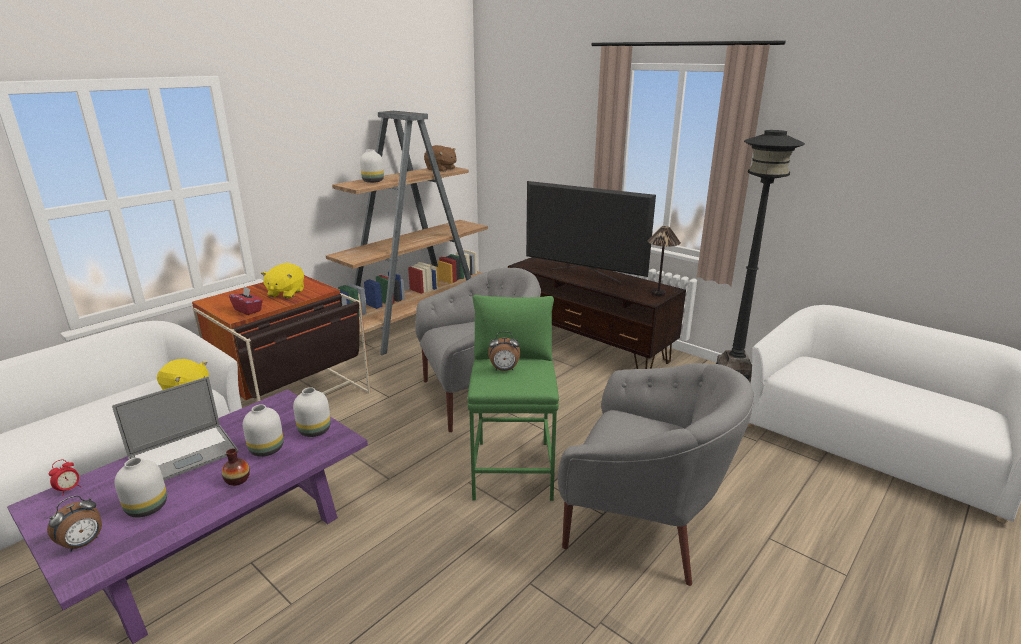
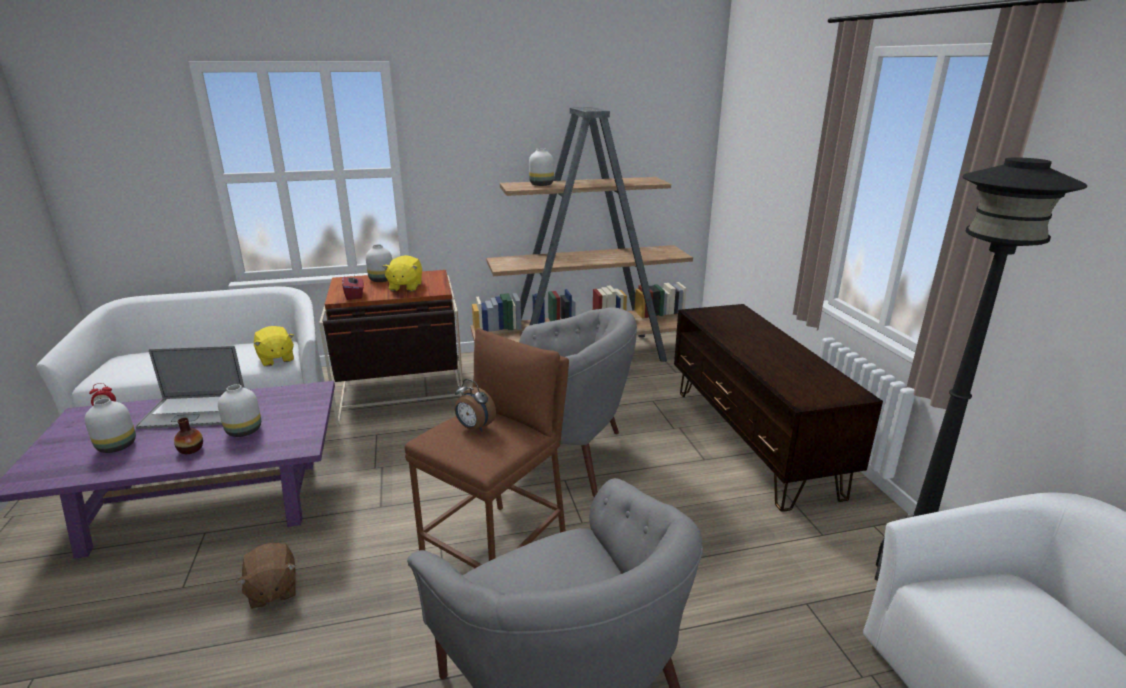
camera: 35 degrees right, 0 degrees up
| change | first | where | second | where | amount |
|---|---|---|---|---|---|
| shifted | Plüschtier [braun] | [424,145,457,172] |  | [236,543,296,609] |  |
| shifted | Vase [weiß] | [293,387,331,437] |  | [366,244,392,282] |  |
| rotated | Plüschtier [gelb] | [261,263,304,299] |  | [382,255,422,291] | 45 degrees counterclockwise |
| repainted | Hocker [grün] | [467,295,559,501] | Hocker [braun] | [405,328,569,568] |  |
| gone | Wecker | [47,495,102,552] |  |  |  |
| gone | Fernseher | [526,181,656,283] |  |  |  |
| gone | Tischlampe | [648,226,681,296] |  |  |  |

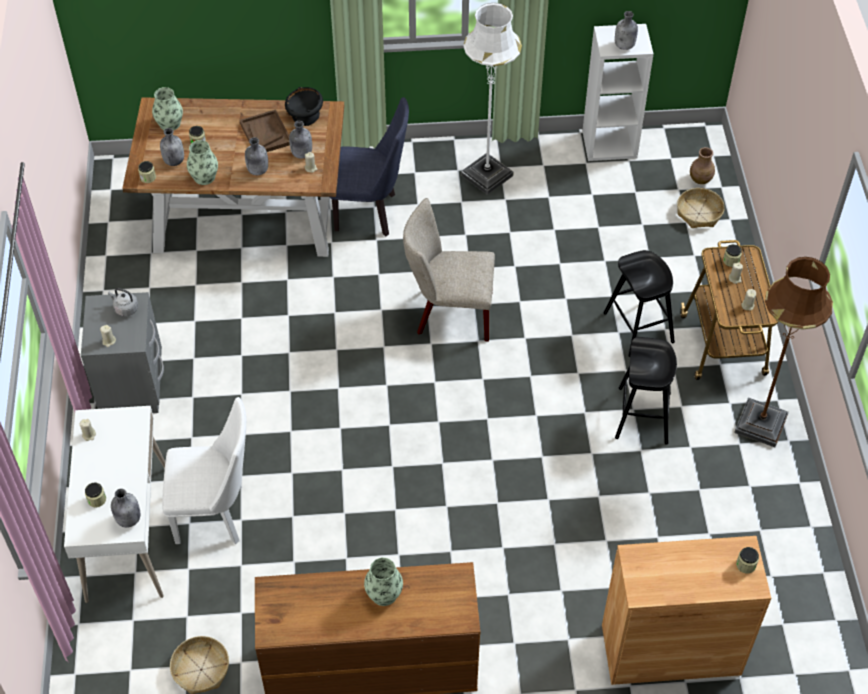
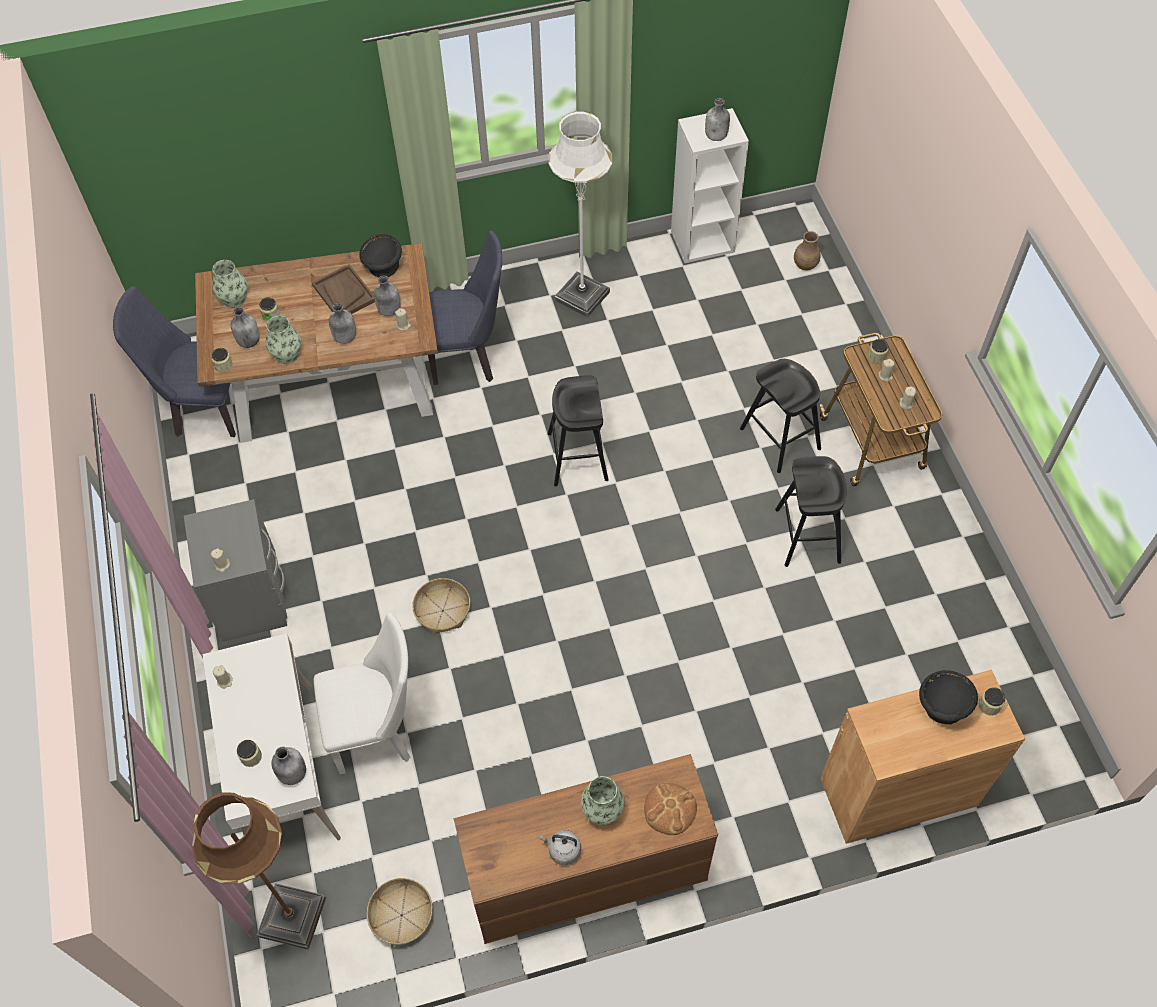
camera: 10 degrees left, 5 degrees up
| change | first | where | second | where | amount |
|---|---|---|---|---|---|
| new |  |  | Stuhl [blau] | [113,286,236,437] |  |
| shifted | Stehlampe [braun] | [734,257,833,447] |  | [192,792,326,950] |  |
| shifted | Korb | [677,188,725,228] |  | [412,578,470,634] |  |
| shifted | Wasserkessel [grau] | [108,288,138,317] |  | [540,830,581,865] |  |
| swapped | Stuhl [beige] | [403,198,495,342] | Hocker [schwarz] | [548,375,609,486] |  |
| new |  |  | Brot | [644,783,697,835] |  |
| new |  |  | Schüssel [schwarz] | [919,670,978,724] |  |

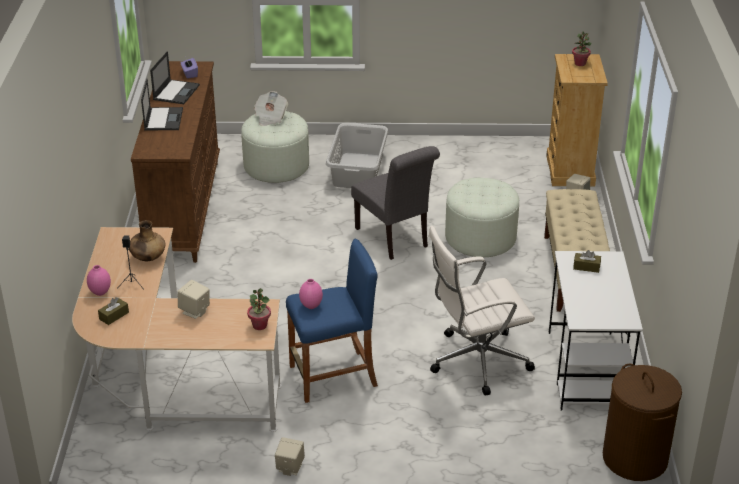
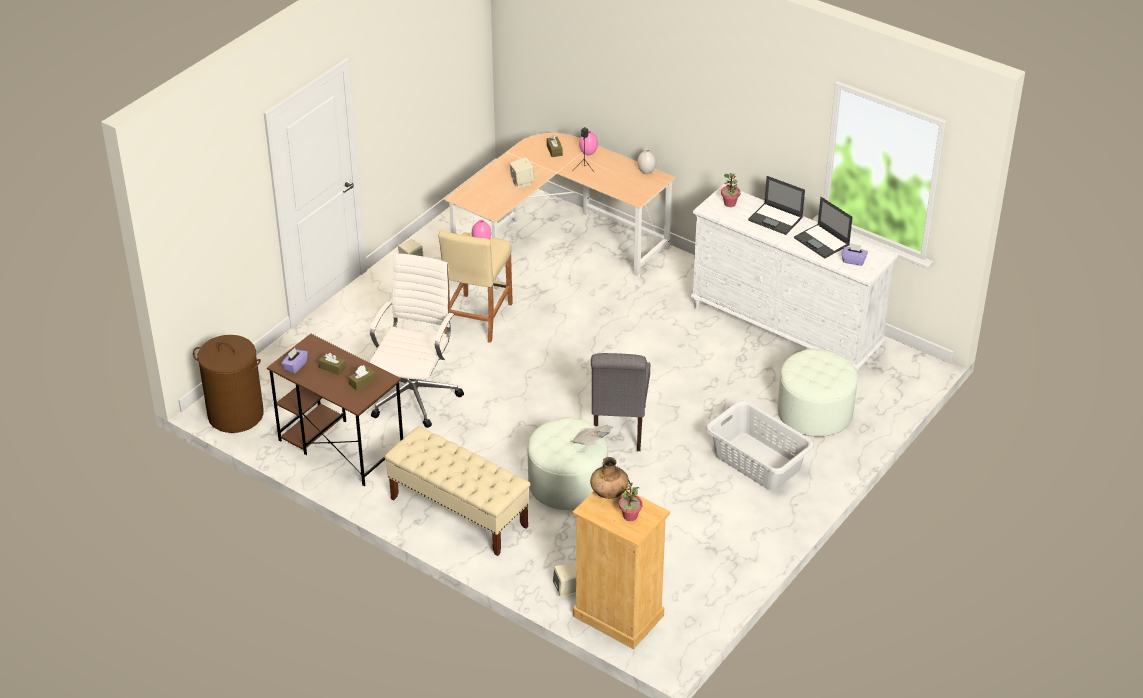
camera: 125 degrees right, 5 degrees up
| change | first | where | second | where | amount |
|---|---|---|---|---|---|
| repainted | Schreibtisch [weiß] | [549,251,643,410] | Schreibtisch [braun] | [267,334,403,486] |  |
| new |  |  | Taschentuchbox [lila] | [281,348,308,374] |  |
| new |  |  | Taschentuchbox [braun] | [318,353,346,375] |  |
| repainted | Hocker [blau] | [286,239,378,403] | Hocker [beige] | [439,230,513,343] |  |
| shifted | Zeitung | [254,91,288,126] |  | [571,425,613,445] |  |
| shifted | Vase [braun] | [129,220,165,261] |  | [590,457,629,499] |  |
| rotated | Stuhl [grau] | [351,146,440,260] |  | [591,353,650,451] | 90 degrees counterclockwise |
| new |  |  | Vase [weiß] | [637,149,657,174] |  |
| repainted | Kommode [braun] | [131,61,220,263] | Kommode [weiß] | [690,184,898,371] |  |
| shifted | Topfpflanze | [247,288,271,330] |  | [721,173,741,207] |  |

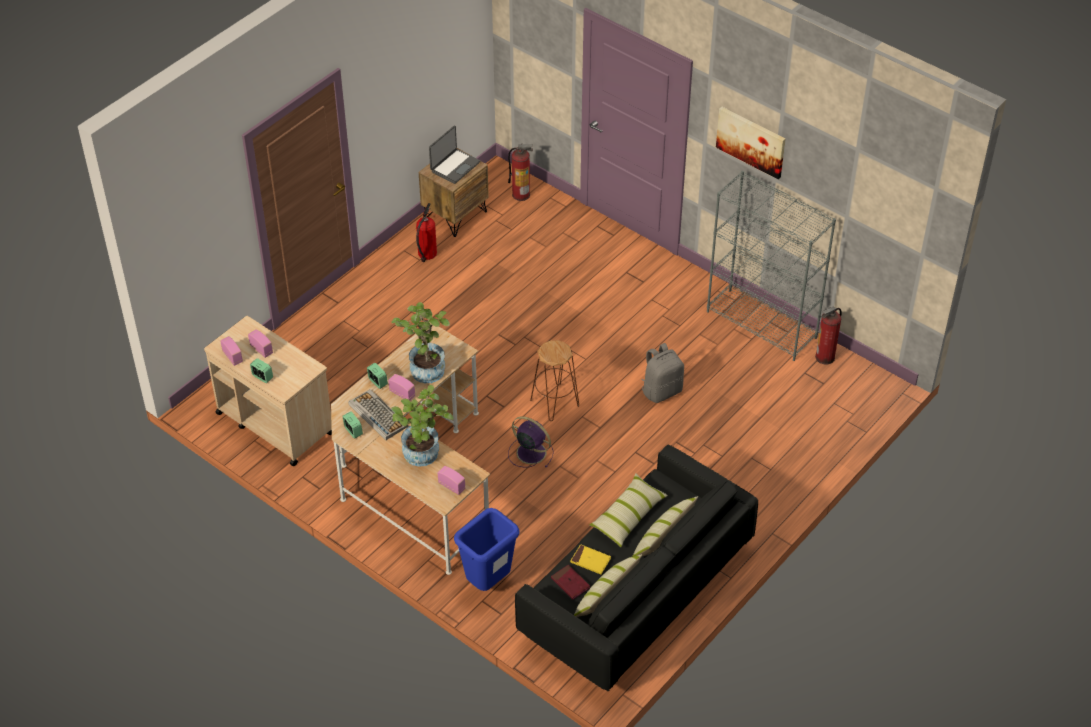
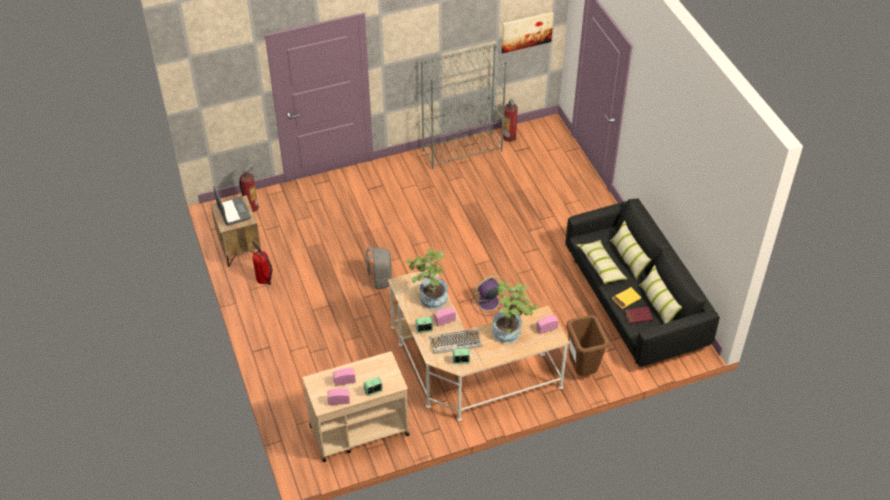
camera: 60 degrees left, 0 degrees up
| change | first | where | second | where | amount |
|---|---|---|---|---|---|
| shifted | Rucksack [grau] | [642,343,684,403] |  | [363,247,392,289] |  |
| shifted | Bild | [716,107,786,179] |  | [501,12,554,53] |  |
| repainted | Mülleimer [blau] | [454,508,519,591] | Mülleimer [braun] | [566,315,609,376] |  |
| gone | Hocker [braun] | [530,340,579,421] |  |  |  |

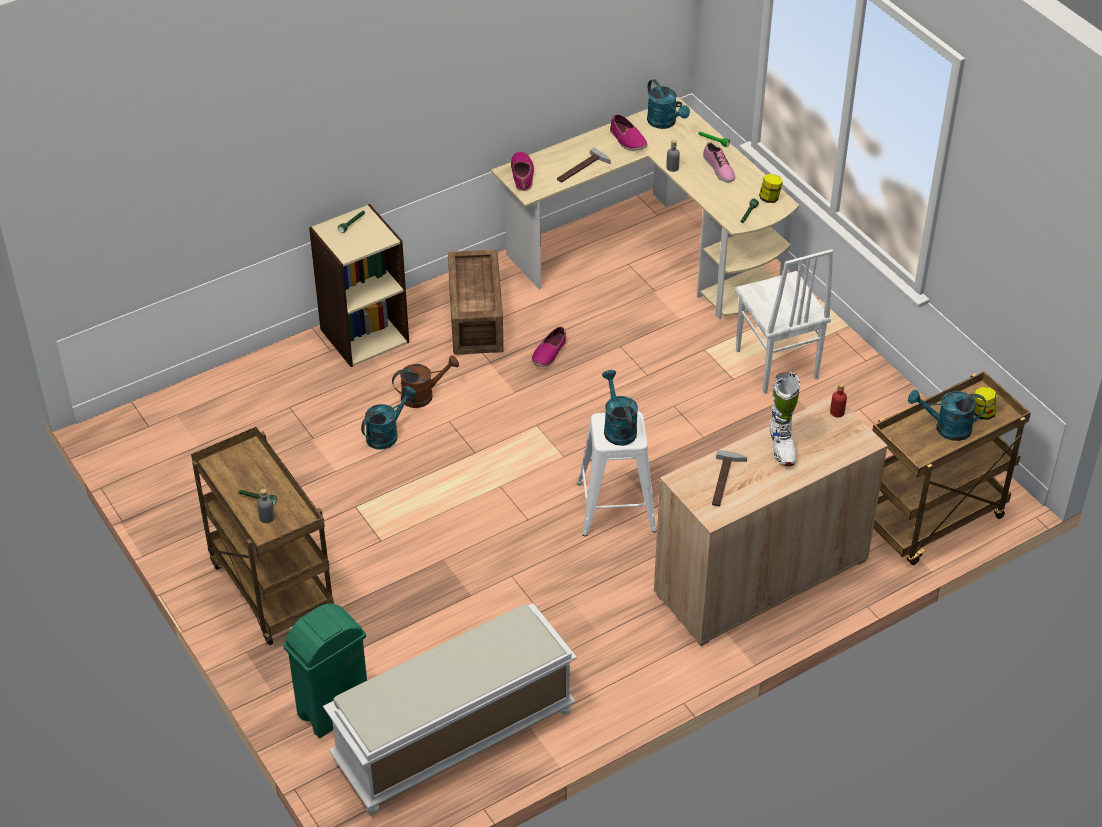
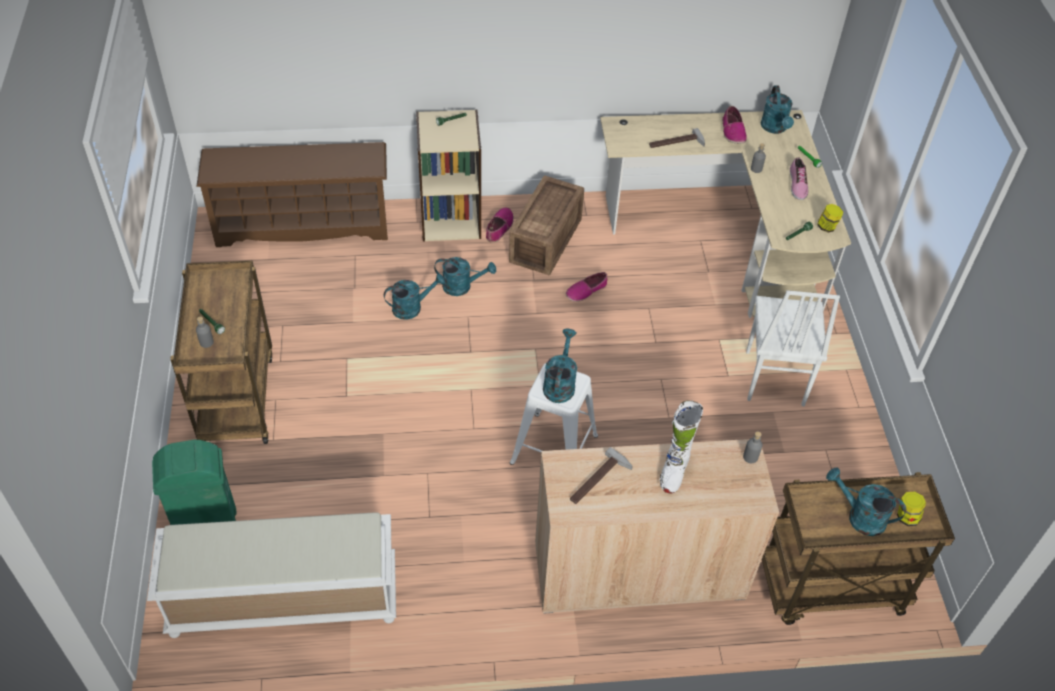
camera: 25 degrees right, 5 degrees up
| change | first | where | second | where | amount |
|---|---|---|---|---|---|
| new |  |  | Schuhregal [braun] | [196,142,388,247] |  |
| repainted | Gießkanne [braun] | [392,356,459,408] | Gießkanne [türkis] | [434,257,496,296] |  |
| shifted | Schuh | [511,152,534,191] |  | [486,208,514,243] |  |
| repainted | Flasche [rot] | [830,383,847,417] | Flasche [grau] | [743,431,763,463] |  |

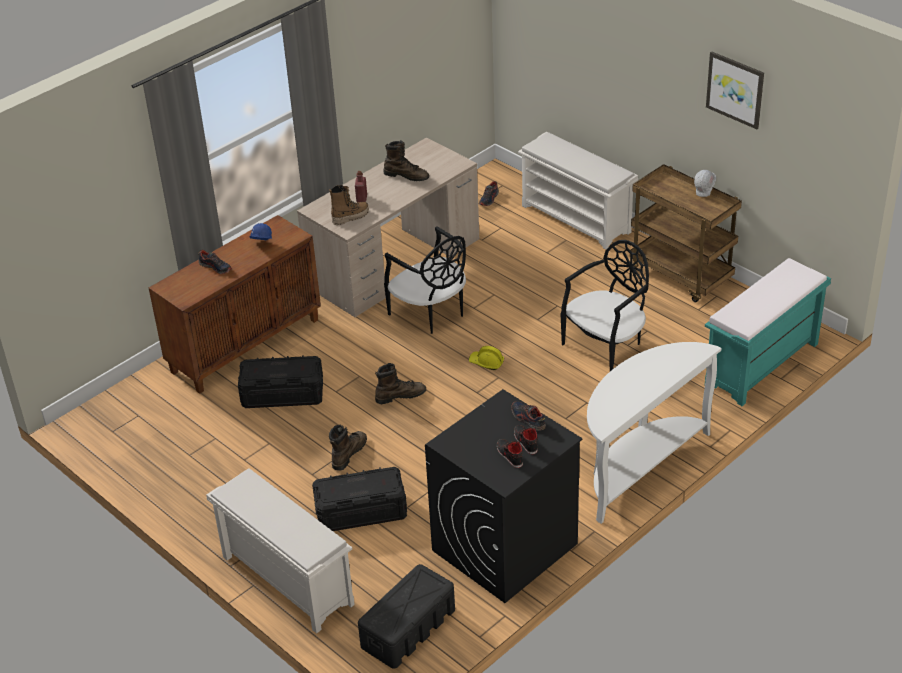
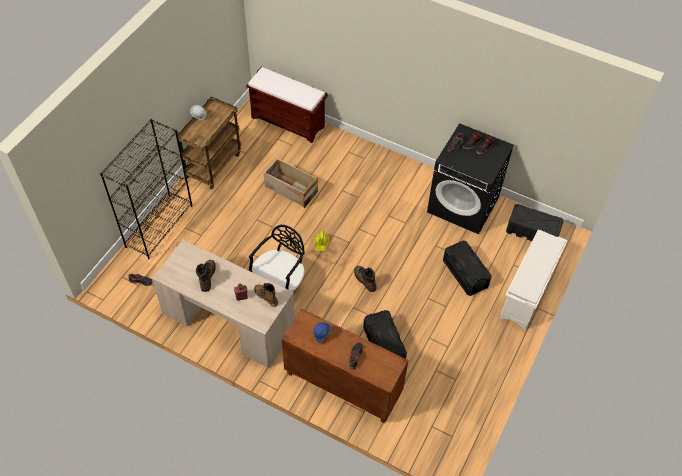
camera: 110 degrees left, 15 degrees up
| change | first | where | second | where | amount |
|---|---|---|---|---|---|
| swapped | Schuhregal [weiß] | [518,131,638,249] | Bücherregal [schwarz] | [100,119,193,259] |  |
| repainted | Bank [türkis] | [705,258,831,406] | Bank [braun] | [246,67,328,143] |  |
| swapped | Stuhl [schwarz] | [561,240,649,371] | Kiste | [264,158,318,208] |  |
| gone | Stiefel [braun] | [329,424,367,471] |  |  |  |
| gone | Konsolentisch [weiß] | [587,342,721,524] |  |  |  |
| gone | Bild | [706,51,764,129] |  |  |  |

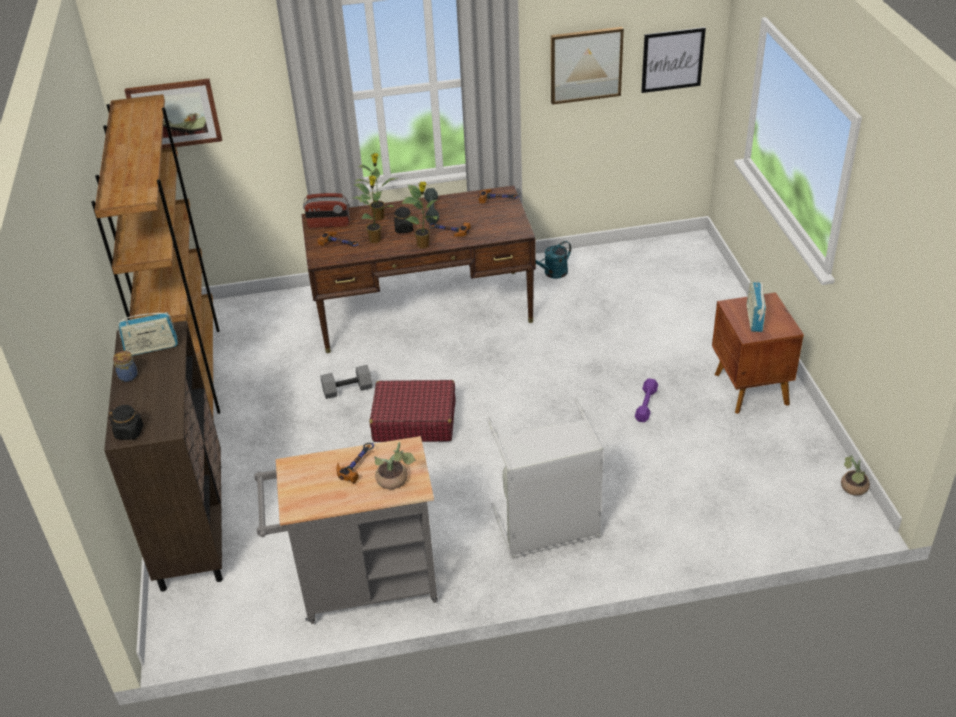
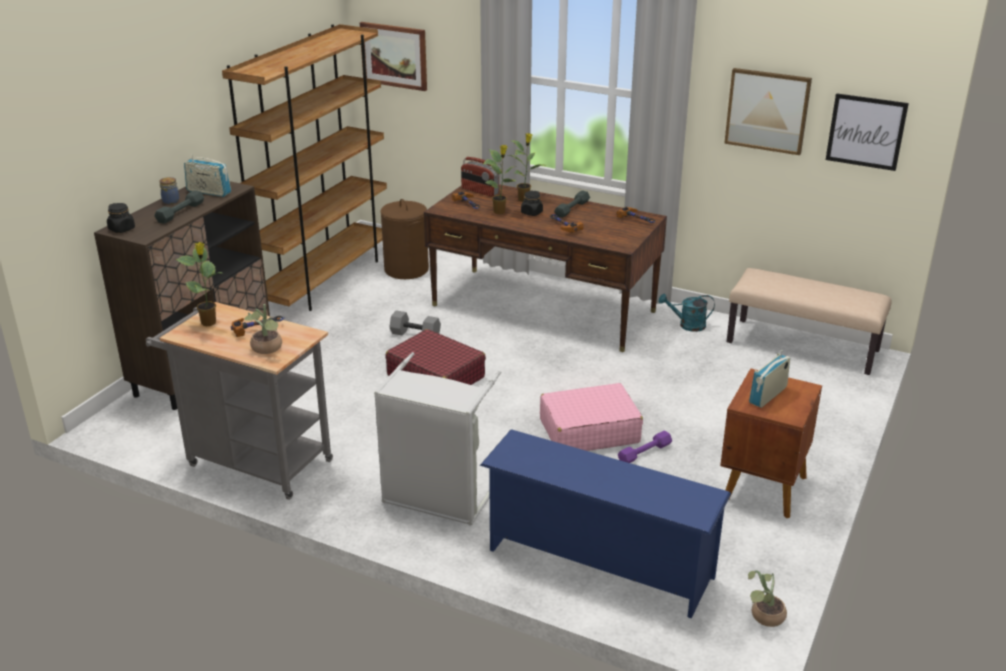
camera: 35 degrees right, 10 degrees down
| change | first | where | second | where | amount |
|---|---|---|---|---|---|
| new |  |  | Hantel [grau] | [154,190,204,224] |  |
| shifted | Topfpflanze | [401,182,438,249] |  | [176,242,222,326] |  |
| new |  |  | Wäschekorb [braun] | [380,199,429,279] |  |
| new |  |  | Schuhregal [blau] | [480,429,731,618] |  |
| new |  |  | Koffer [rosa] | [540,383,643,451] |  |
| new |  |  | Bank [beige] | [727,268,892,375] |  |

